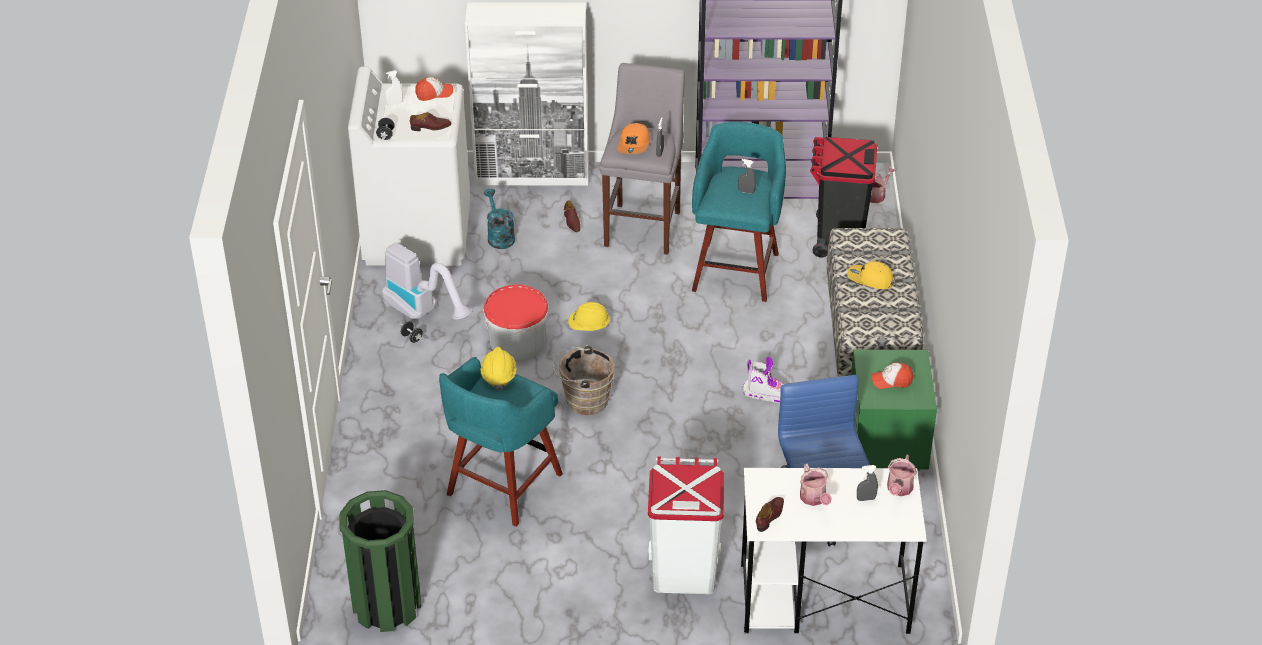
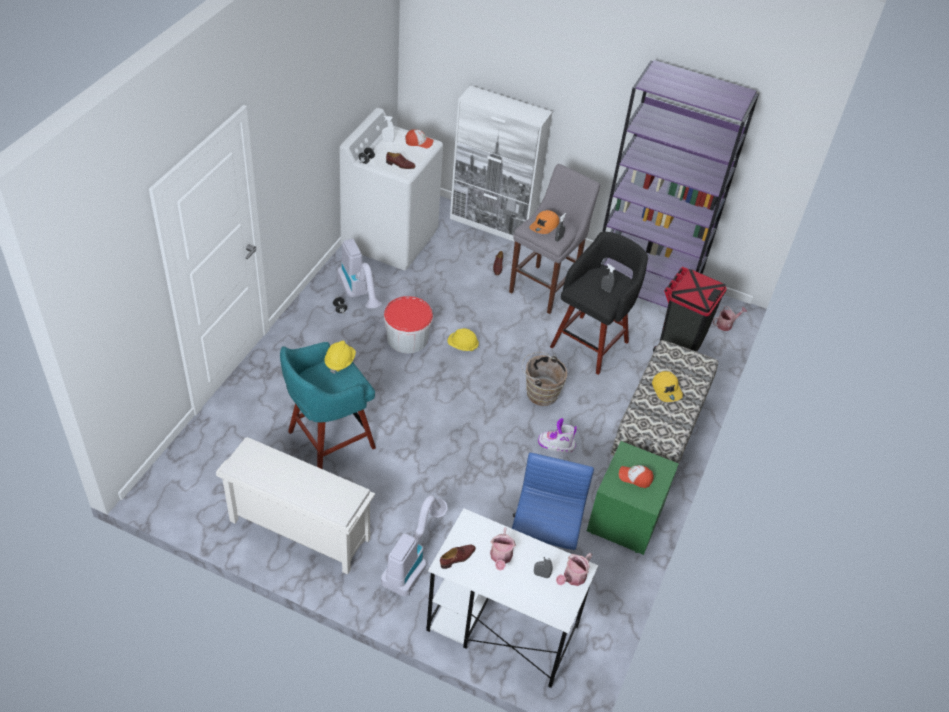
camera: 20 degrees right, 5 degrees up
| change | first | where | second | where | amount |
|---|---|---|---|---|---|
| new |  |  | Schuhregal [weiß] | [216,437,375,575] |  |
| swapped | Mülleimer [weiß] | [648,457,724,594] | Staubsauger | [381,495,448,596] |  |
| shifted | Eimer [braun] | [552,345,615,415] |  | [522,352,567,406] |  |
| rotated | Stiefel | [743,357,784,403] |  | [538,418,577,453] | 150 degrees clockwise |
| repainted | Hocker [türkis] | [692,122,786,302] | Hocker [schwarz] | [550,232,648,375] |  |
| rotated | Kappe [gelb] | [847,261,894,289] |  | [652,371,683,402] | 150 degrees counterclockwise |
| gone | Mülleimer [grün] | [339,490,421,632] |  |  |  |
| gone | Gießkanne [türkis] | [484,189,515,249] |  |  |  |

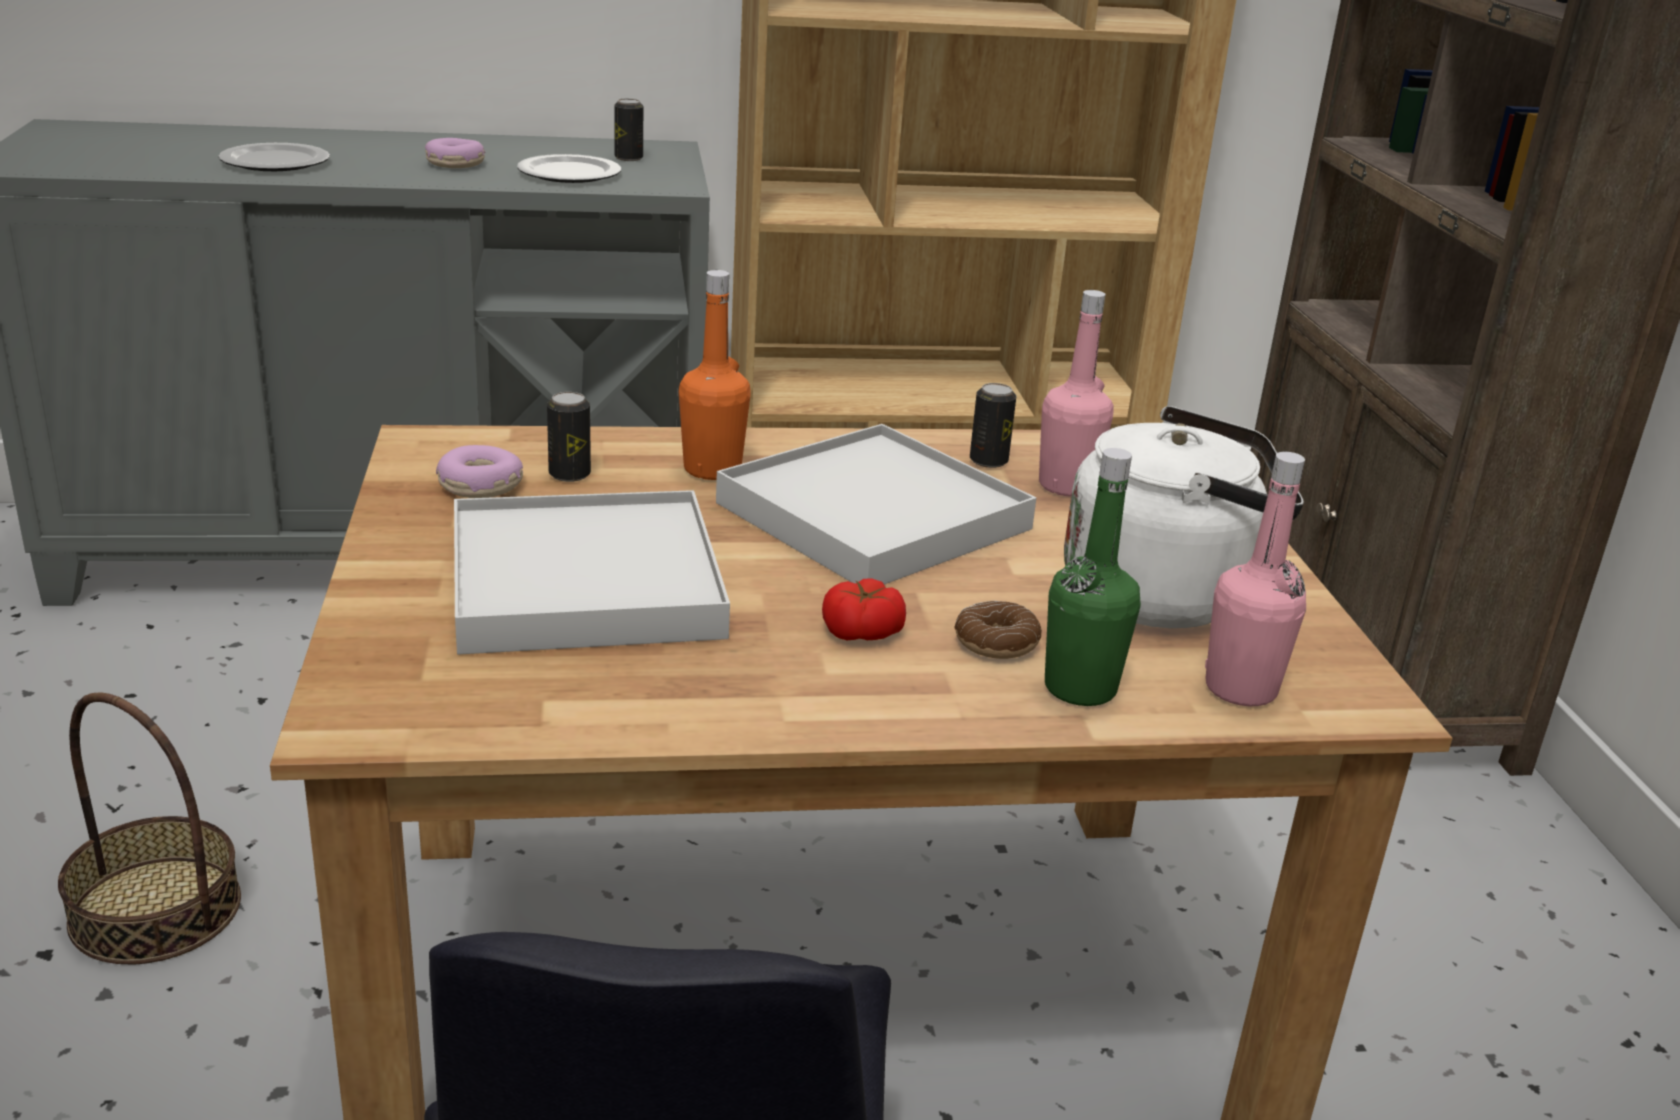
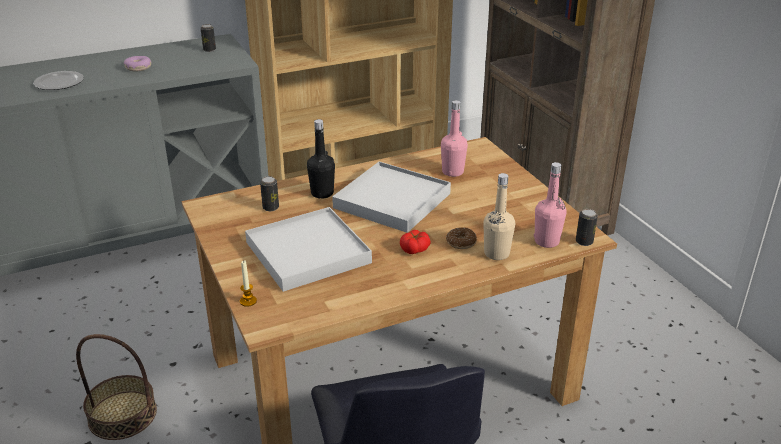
camera: 15 degrees left, 5 degrees up
| change | first | where | second | where | amount |
|---|---|---|---|---|---|
| new |  |  | Kerze | [240,260,257,307] |  |
| repainted | Flasche [orange] | [679,270,751,480] | Flasche [schwarz] | [307,119,335,199] |  |
| repainted | Flasche [grün] | [1045,448,1141,706] | Flasche [beige] | [483,173,515,260] |  |
| shifted | Dose | [970,383,1016,468] |  | [576,209,598,246] |  |
| gone | Donut | [436,445,523,498] |  |  |  |
| gone | Teller | [517,154,621,183] |  |  |  |
| gone | Wasserkessel [weiß] | [1064,406,1304,628] |  |  |  |

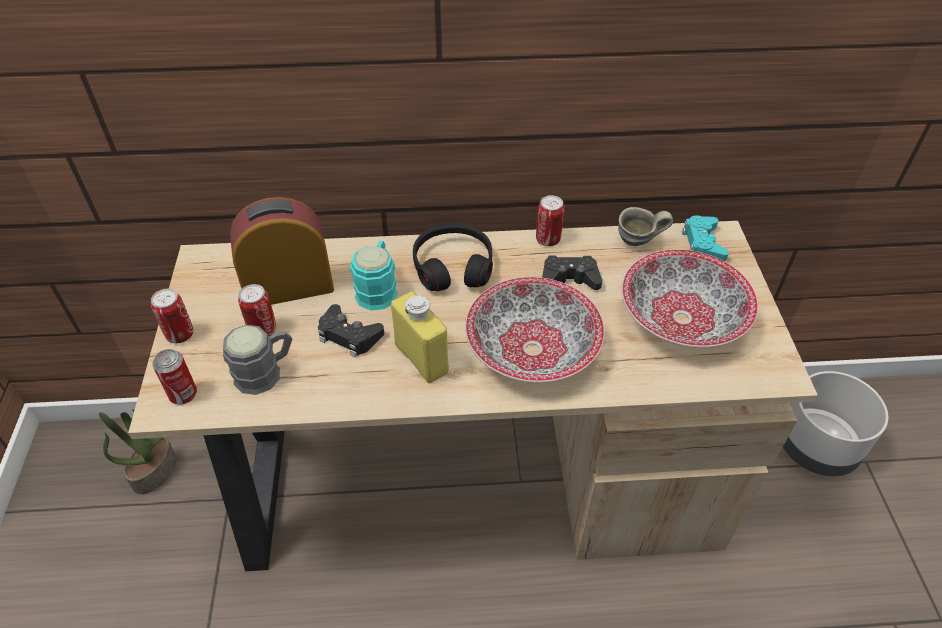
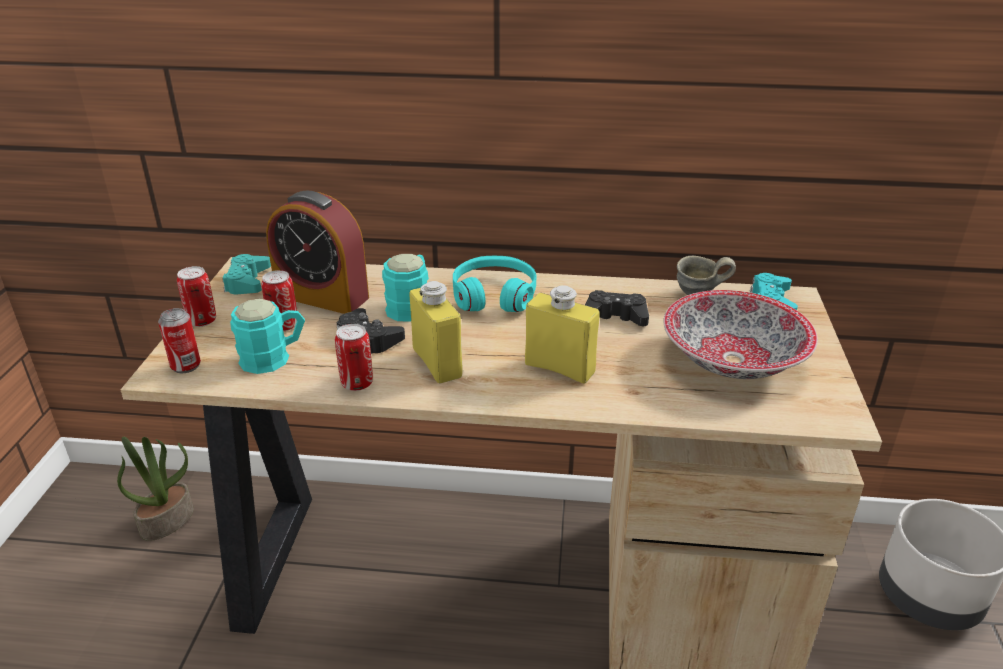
camera: 10 degrees right, 15 degrees down
| change | first | where | second | where | amount |
|---|---|---|---|---|---|
| new |  |  | Gamepad [türkis] | [222,254,271,294] |  |
| repainted | Henkelbecher [grau] | [223,325,292,395] | Henkelbecher [türkis] | [230,299,305,374] |  |
| rotated | Wecker | [230,197,334,305] |  | [266,191,369,314] | 150 degrees counterclockwise |
| shifted | Dose | [536,195,564,246] |  | [335,324,373,391] |  |
| repainted | Kopfhörer [schwarz] | [413,223,493,291] | Kopfhörer [türkis] | [453,256,536,312] |  |
| swapped | Schüssel | [465,277,605,383] | Flasche [gelb] | [525,285,600,384] |  |

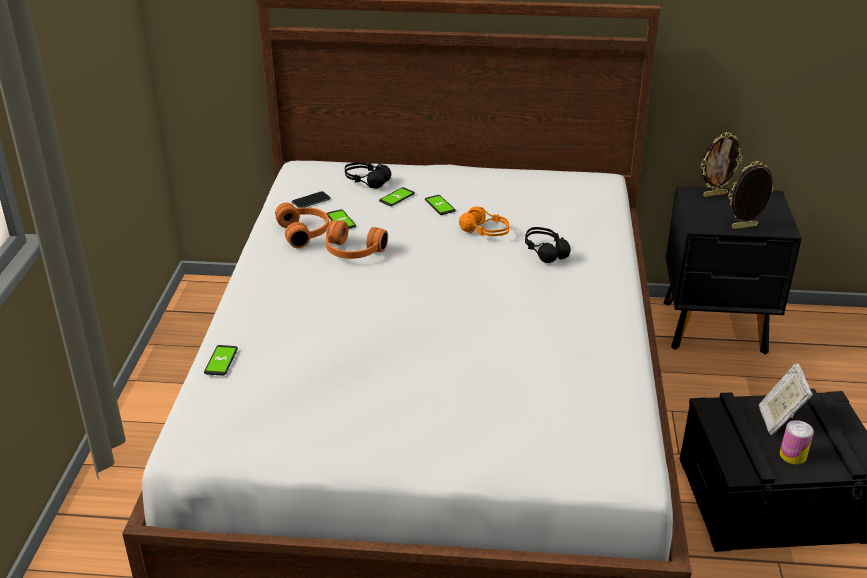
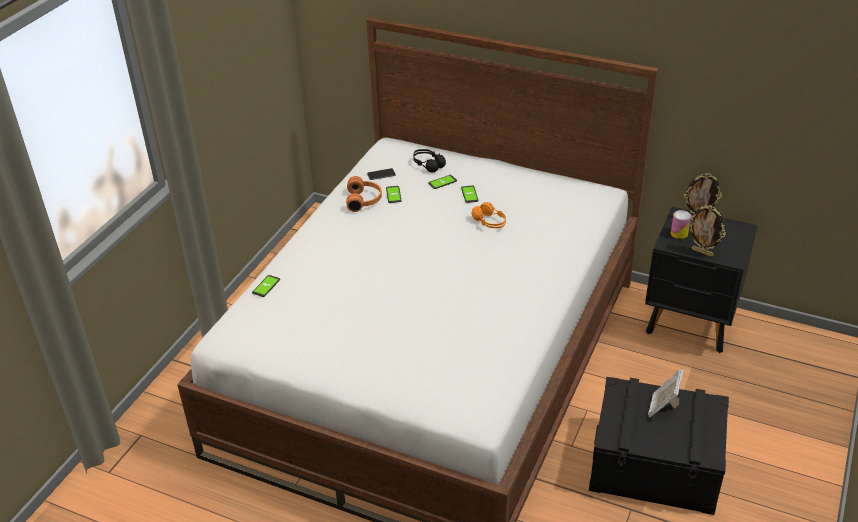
camera: 20 degrees right, 5 degrees up
| change | first | where | second | where | amount |
|---|---|---|---|---|---|
| shifted | Dose | [780,420,814,465] |  | [671,210,691,239] |  |
| rotated | Bilderrahmen | [728,161,774,229] |  | [689,205,726,257] | 150 degrees counterclockwise |
| gone | Kopfhörer [orange] | [326,220,388,259] |  |  |  |
| gone | Kopfhörer [schwarz] | [525,227,571,263] |  |  |  |

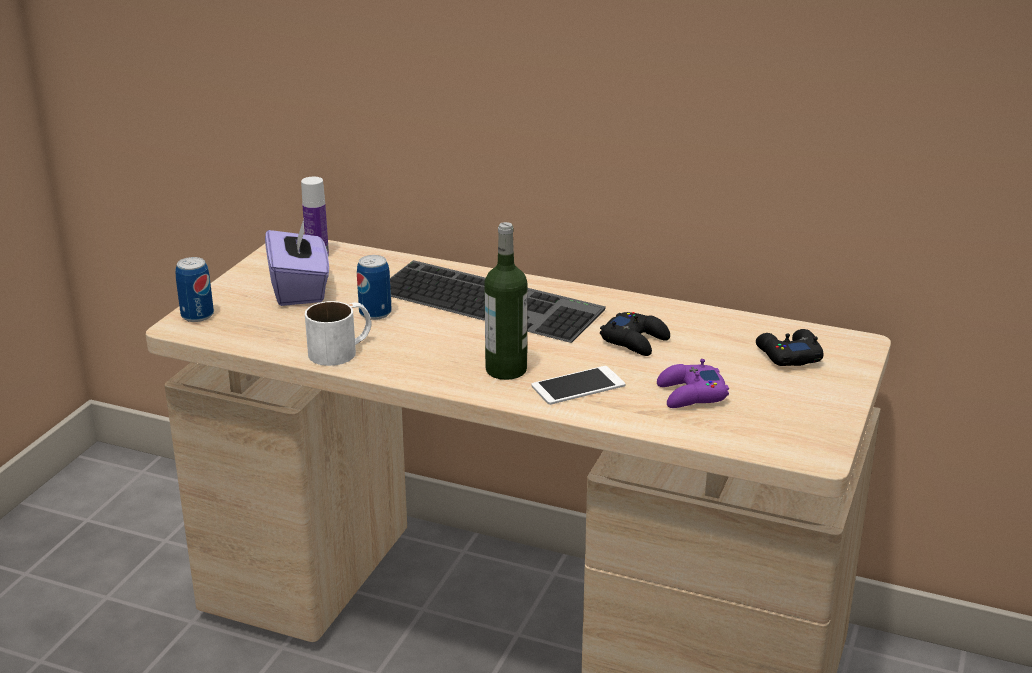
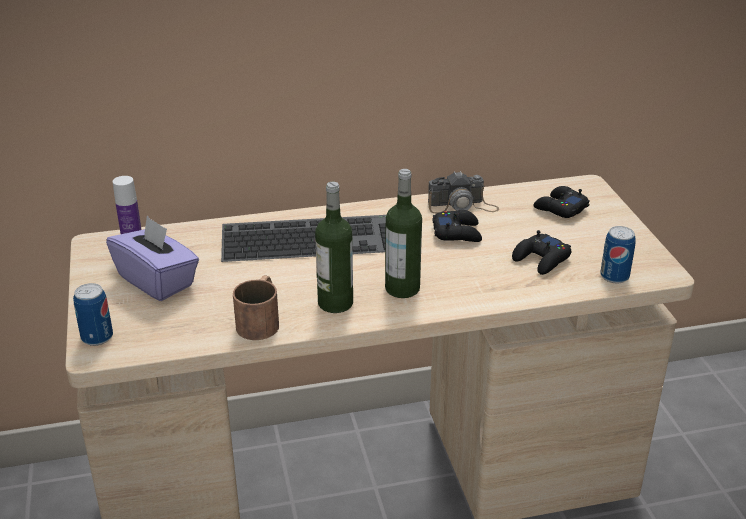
camera: 35 degrees left, 5 degrees up
| change | first | where | second | where | amount |
|---|---|---|---|---|---|
| repainted | Henkelbecher [weiß] | [305,301,372,366] | Henkelbecher [braun] | [233,275,279,340] |  |
| new |  |  | Flasche | [315,182,353,313] |  |
| new |  |  | Kamera | [428,171,499,213] |  |
| repainted | Gamepad [lila] | [657,359,729,408] | Gamepad [schwarz] | [512,230,572,275] |  |
| shifted | Dose | [357,255,392,320] |  | [600,226,636,284] |  |
| gone | Handy | [531,366,626,405] |  |  |  |

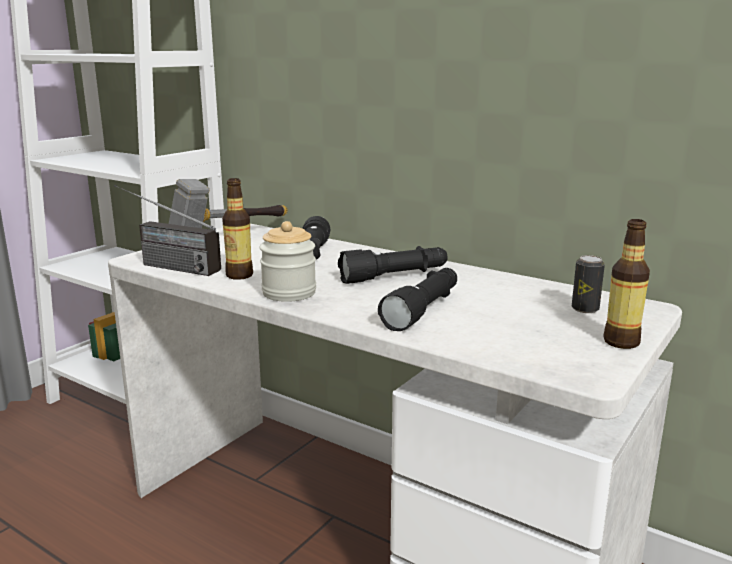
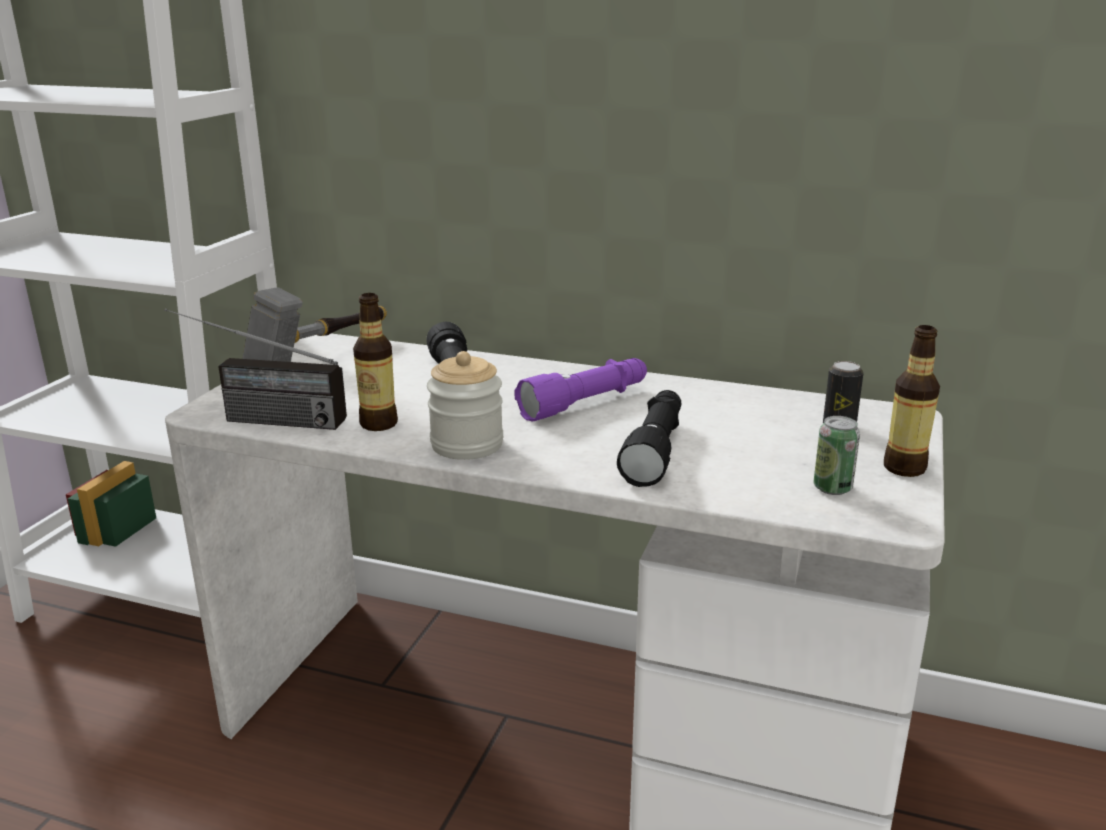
camera: 15 degrees left, 5 degrees up
| change | first | where | second | where | amount |
|---|---|---|---|---|---|
| repainted | Taschenlampe [schwarz] | [338,246,448,284] | Taschenlampe [lila] | [514,358,647,422] |  |
| new |  |  | Dose | [814,416,860,495] |  |

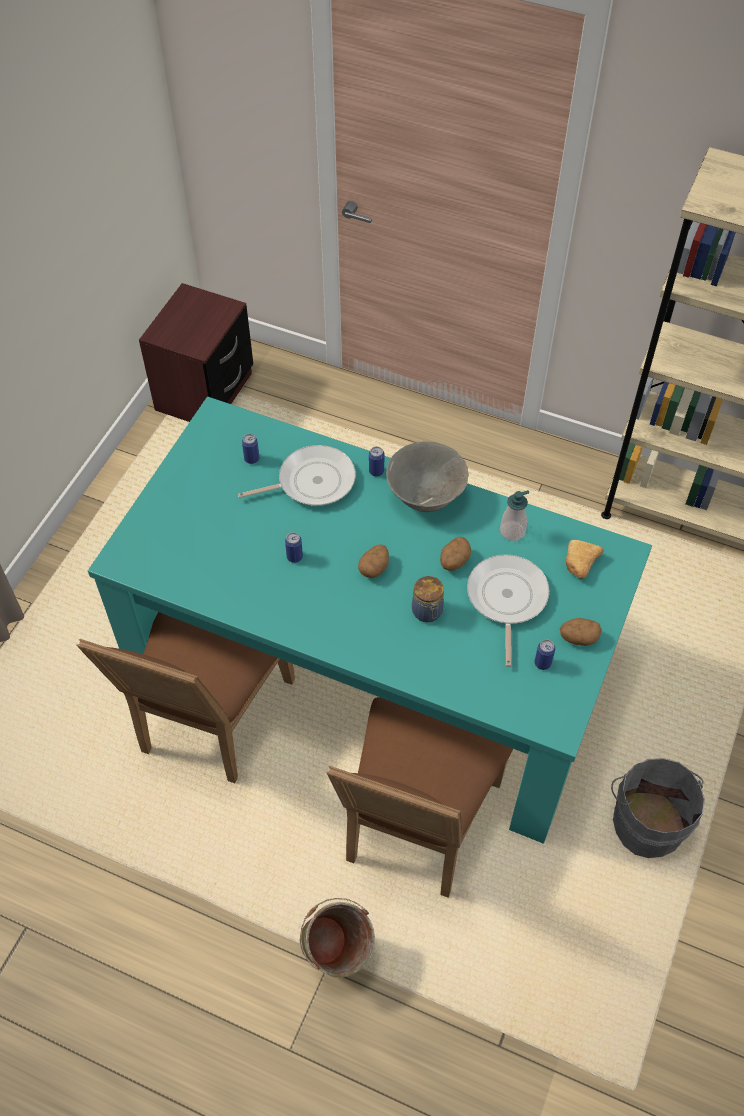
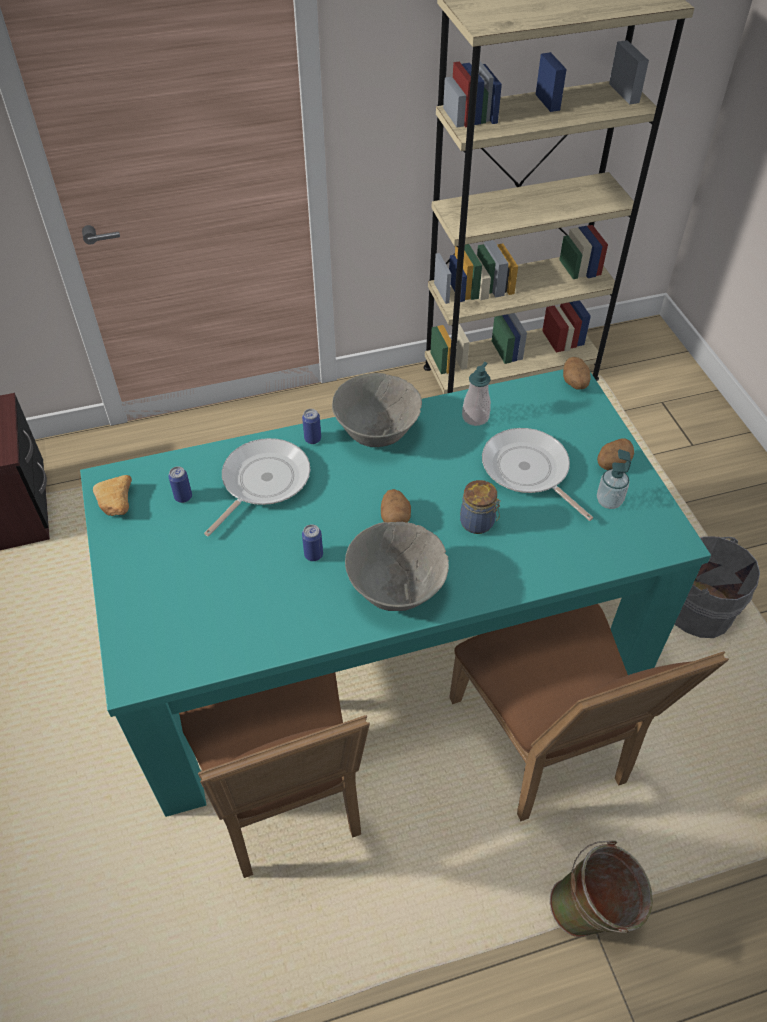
camera: 40 degrees left, 5 degrees down
| change | first | where | second | where | amount |
|---|---|---|---|---|---|
| shifted | Brot | [566,540,604,579] |  | [93,475,132,516] |  |
| new |  |  | Schüssel [grau] | [345,522,449,611] |  |
| shifted | Kartoffel | [440,537,471,571] |  | [563,357,590,390] |  |
| swapped | Dose | [535,639,555,670] | Seifenspender | [597,449,631,509] |  |

